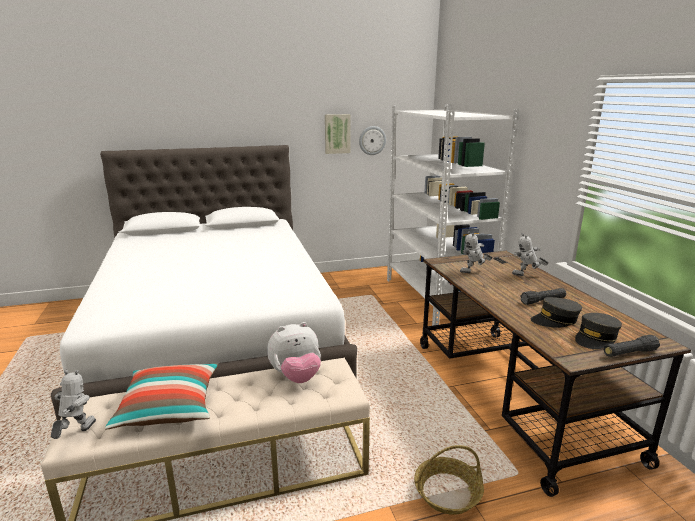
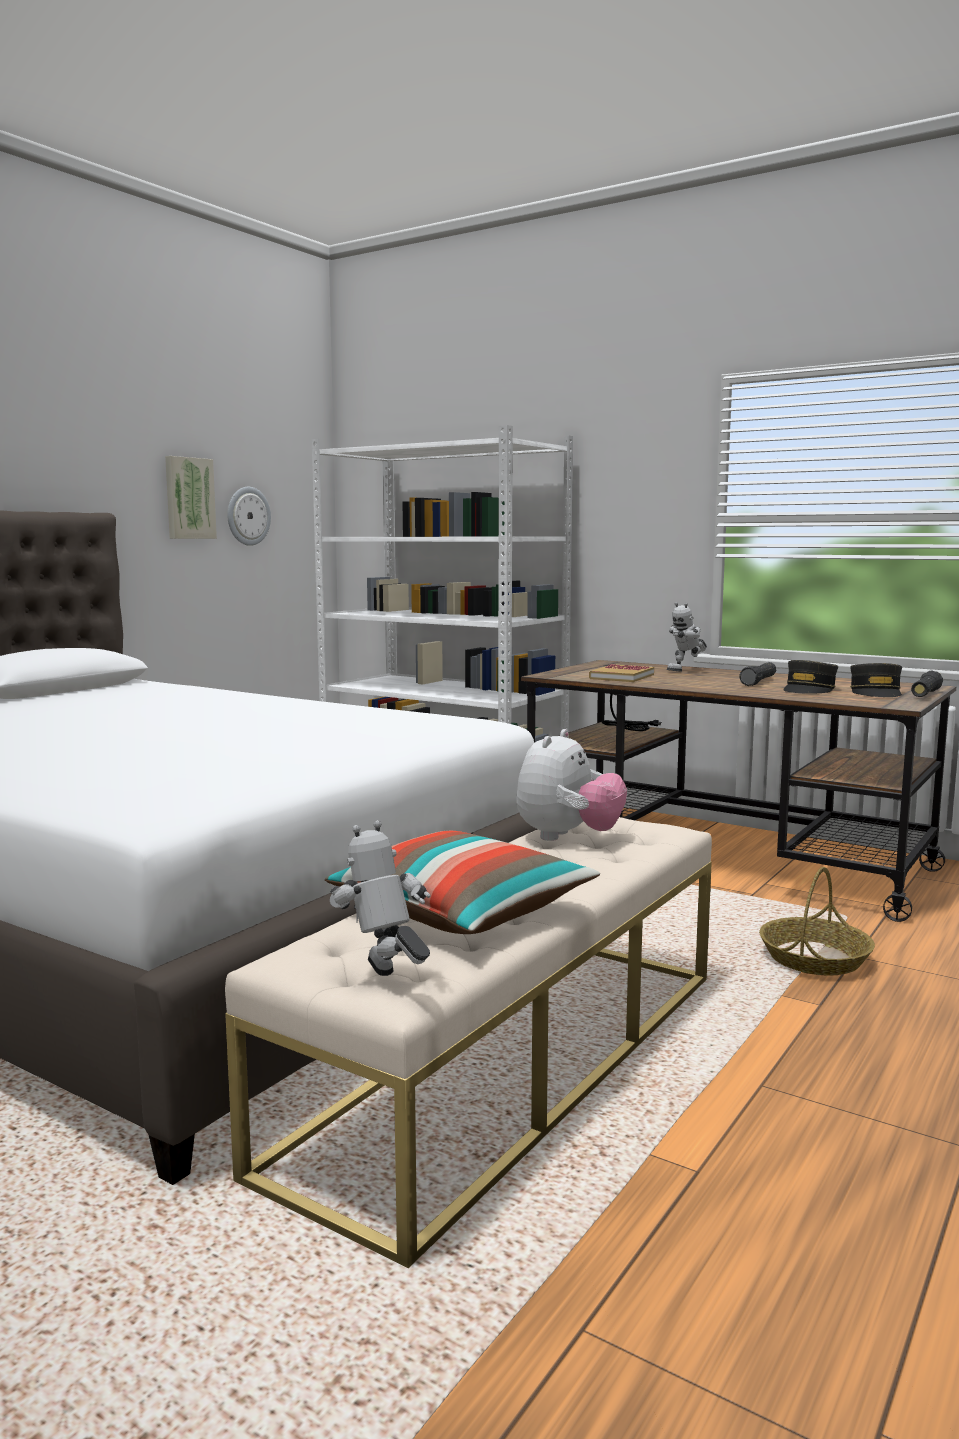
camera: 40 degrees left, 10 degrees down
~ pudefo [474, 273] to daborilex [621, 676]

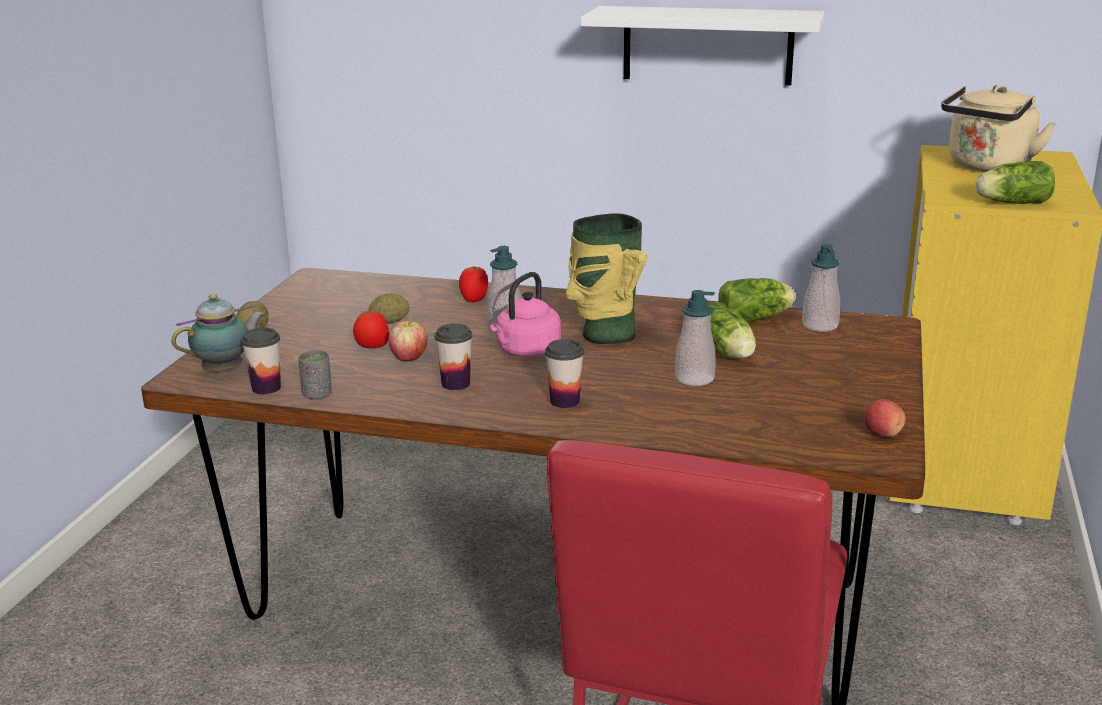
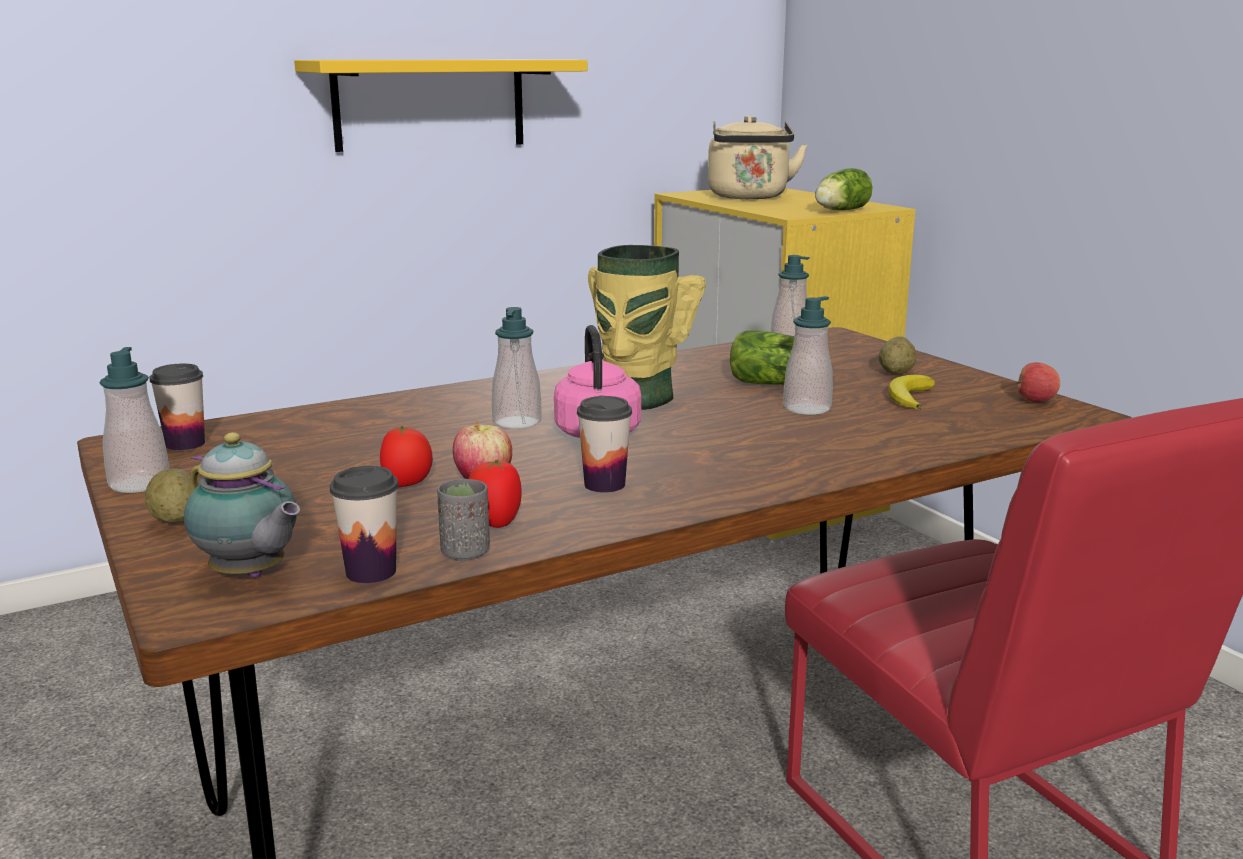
camera: 45 degrees left, 5 degrees down
+ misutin [139, 484]
~ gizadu [565, 401] to [185, 444]
~ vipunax [226, 370] = [250, 575] 120 degrees clockwise
~ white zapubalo [707, 45] to yellow zapubalo [430, 104]
~ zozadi [474, 300] to [495, 523]
~ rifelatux [390, 322] to [896, 372]
+ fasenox [909, 397]
- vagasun [756, 318]

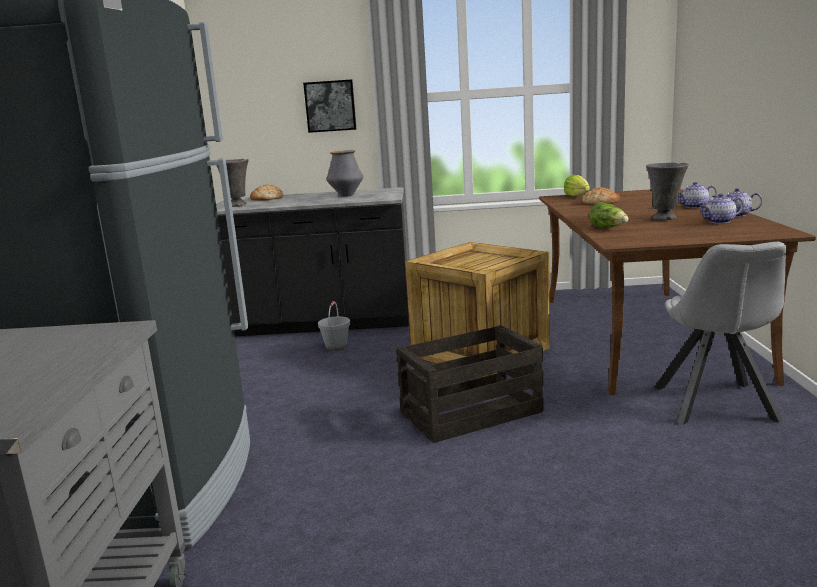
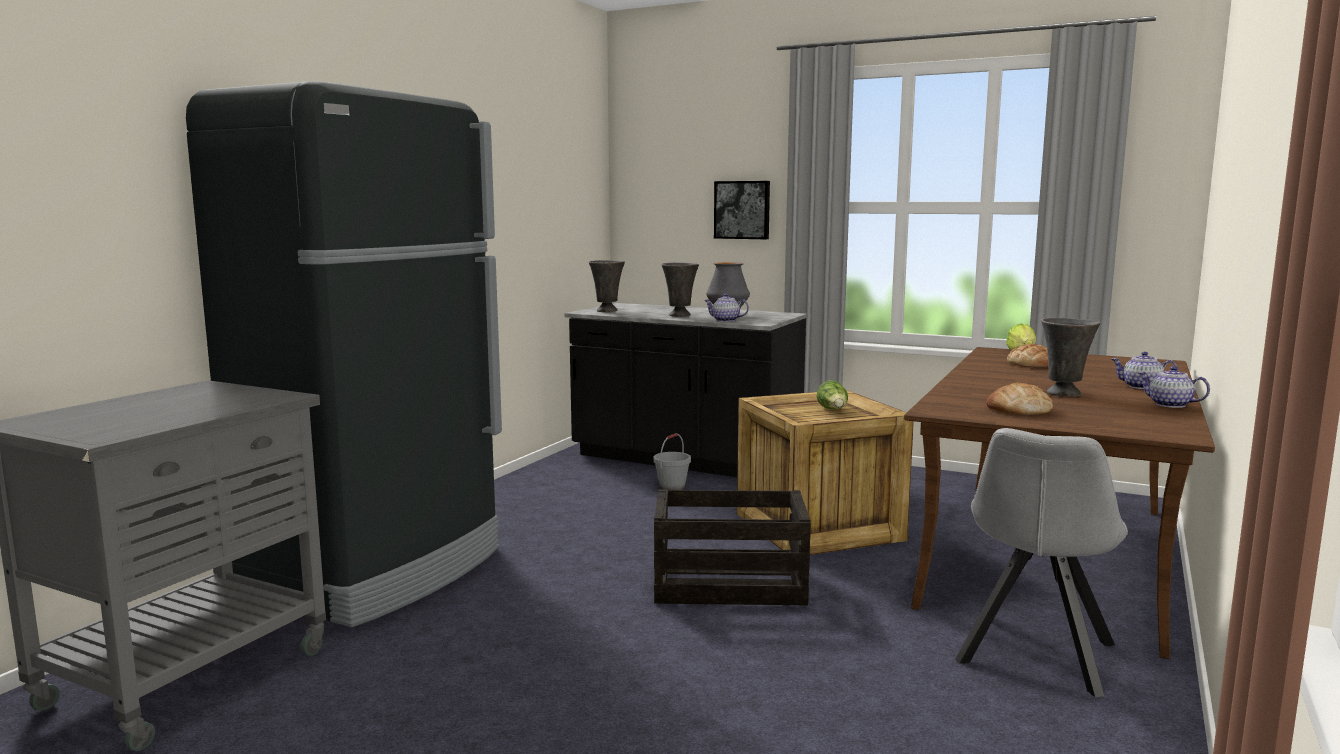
camera: 25 degrees right, 5 degrees down
+ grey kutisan [680, 316]
~ vipunax [719, 221] to [725, 320]
~ vagasun [608, 228] to [833, 410]
~ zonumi [266, 198] to [1018, 409]

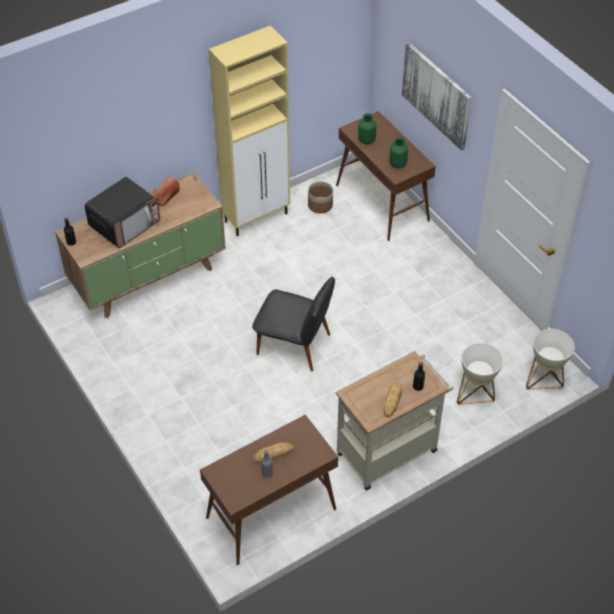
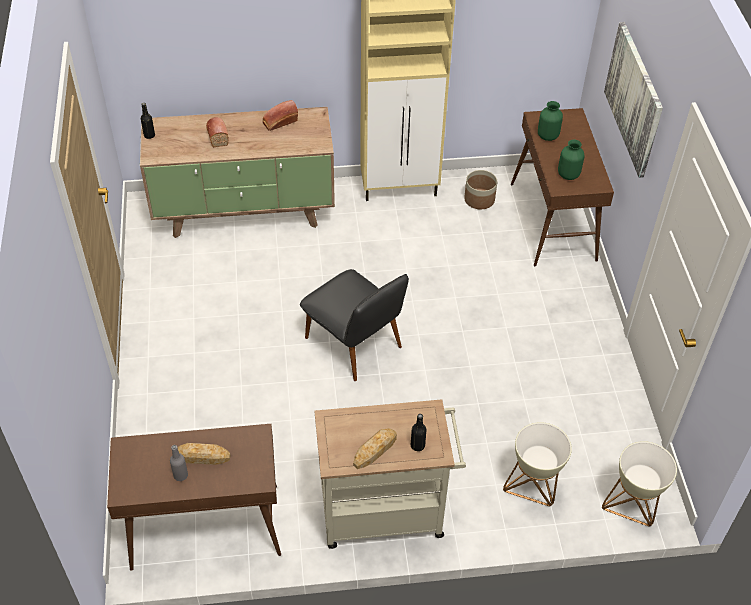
camera: 25 degrees right, 0 degrees up
~ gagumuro [125, 224] to zonumi [217, 136]

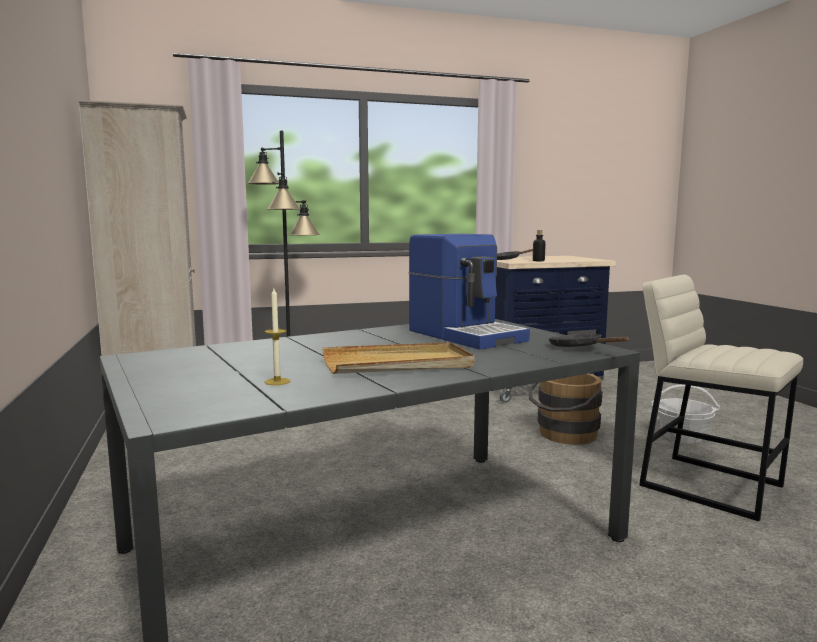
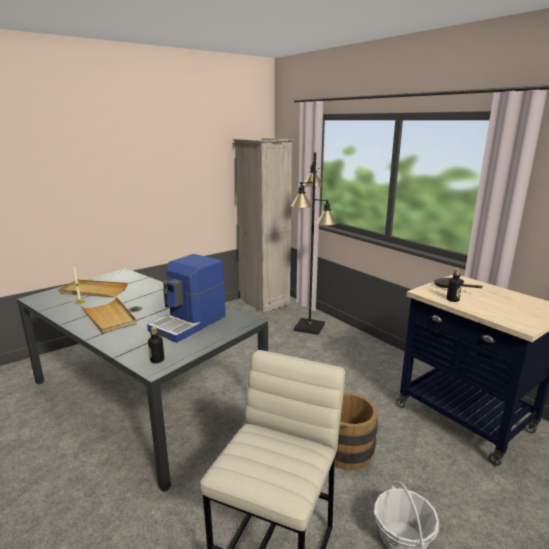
camera: 70 degrees right, 10 degrees up
+ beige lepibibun [93, 291]
~ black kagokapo [579, 348] to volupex [157, 360]

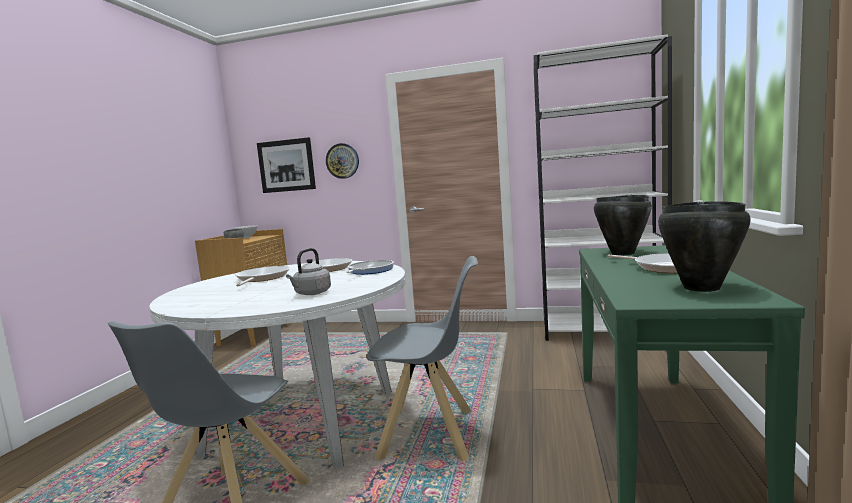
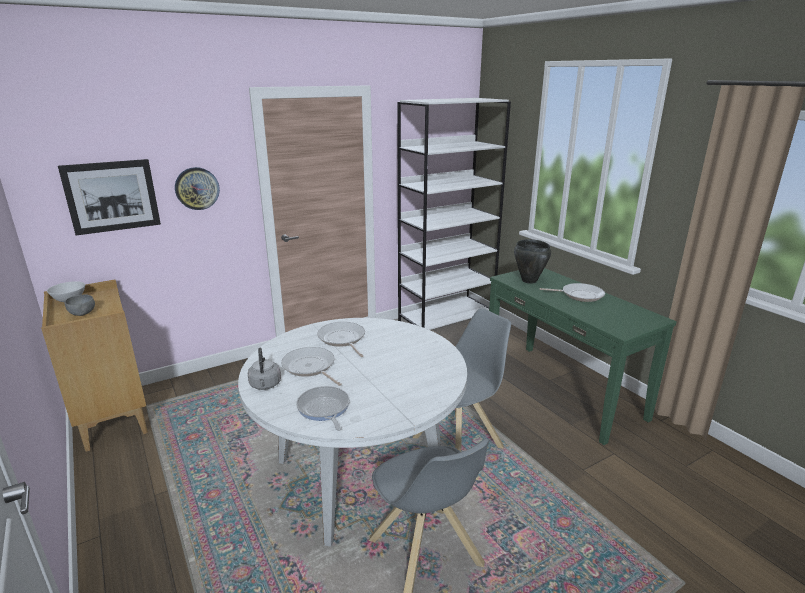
camera: 45 degrees left, 15 degrees up
~ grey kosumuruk [311, 293] to [265, 385]
~ kagokapo [369, 271] to [324, 409]
- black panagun [700, 288]

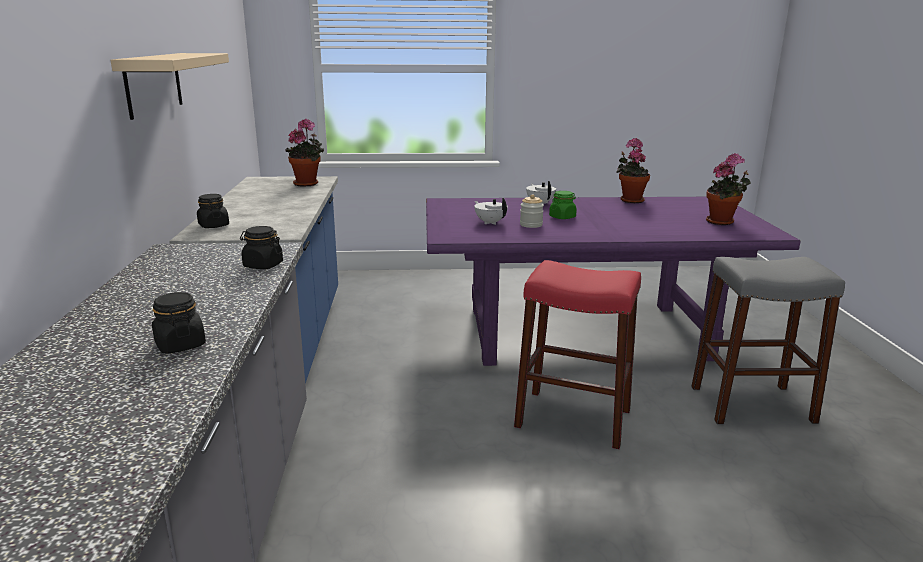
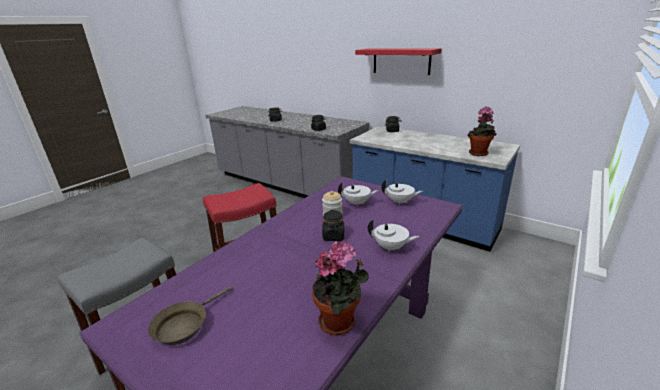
camera: 130 degrees right, 5 degrees up
~ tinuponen [722, 222] to brown kagokapo [184, 325]
~ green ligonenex [562, 217] to black ligonenex [333, 236]
~ beige zapubalo [153, 83] to red zapubalo [401, 61]
+ white vipunax [400, 202]

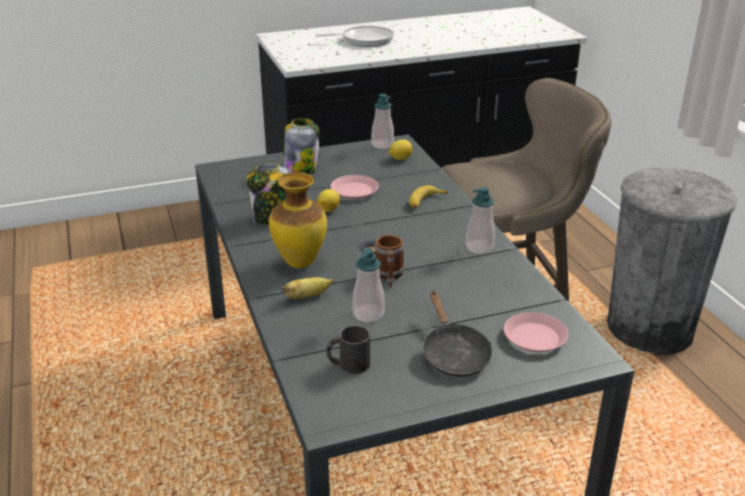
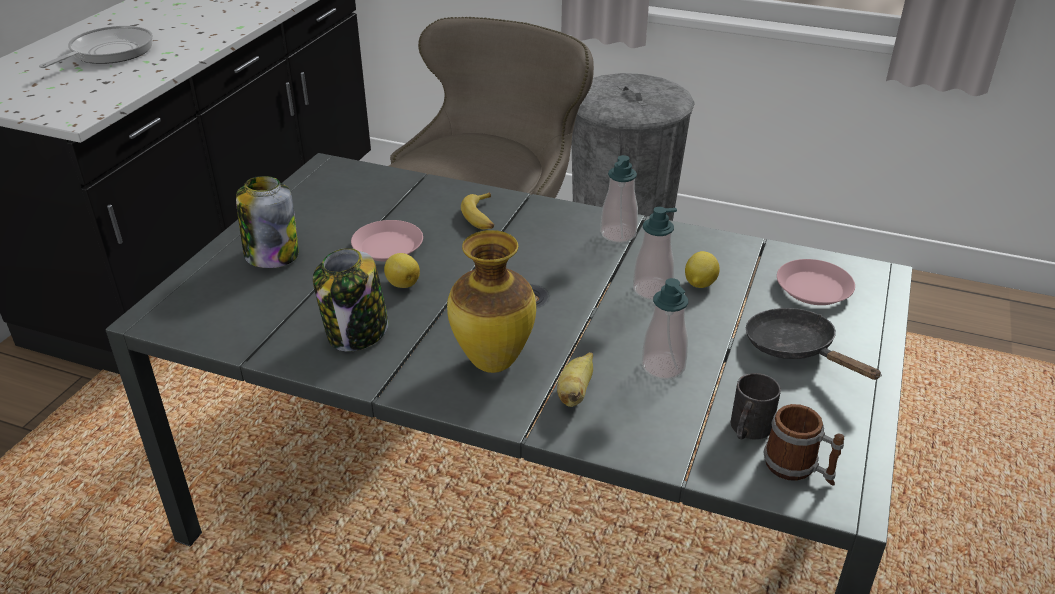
camera: 50 degrees left, 5 degrees up
~ misutin [382, 145] to [652, 290]
~ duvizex [400, 159] to [699, 284]
~ black kagokapo [453, 354] = [796, 349] 150 degrees counterclockwise
~ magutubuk [389, 276] to [798, 469]

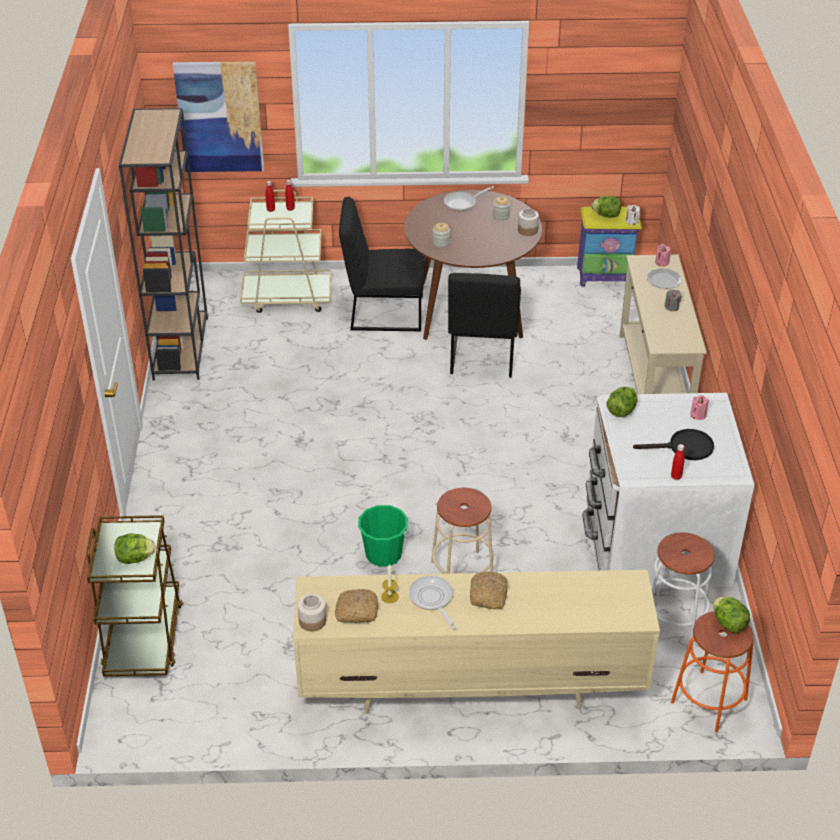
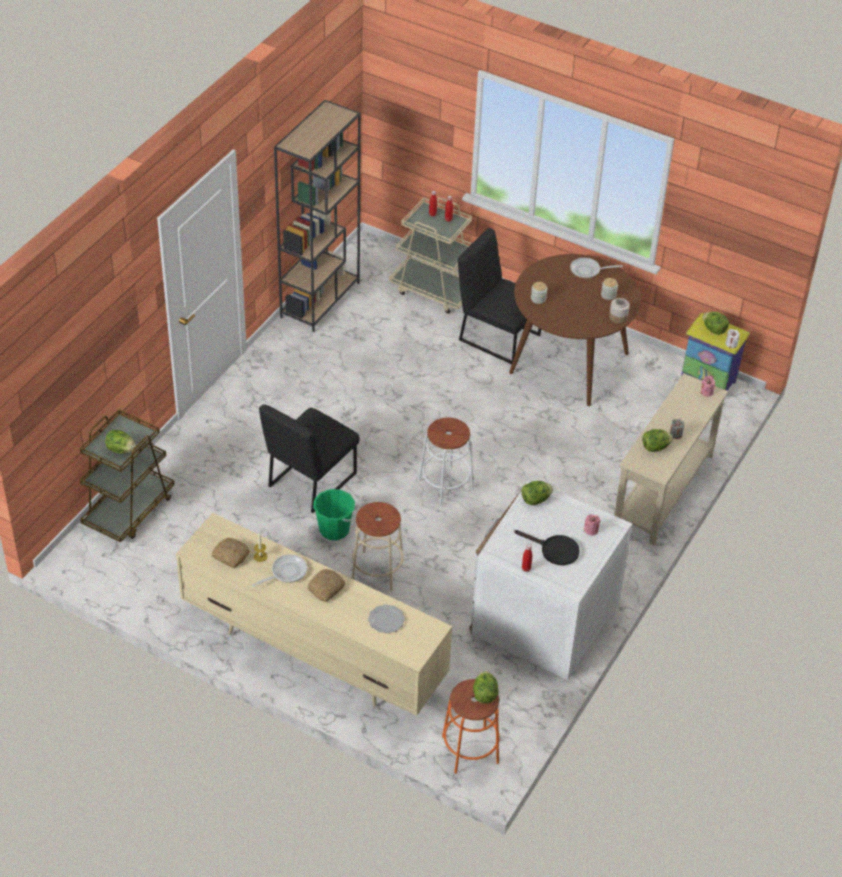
camera: 30 degrees right, 5 degrees up
~ kagokapo [432, 599] = [286, 572] 45 degrees clockwise
~ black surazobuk [482, 355] to [310, 481]
~ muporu [664, 280] to [386, 620]
~ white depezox [674, 620] to [445, 485]
+ vagasun [655, 447]
- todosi [219, 116]
- ligonenex [312, 621]

